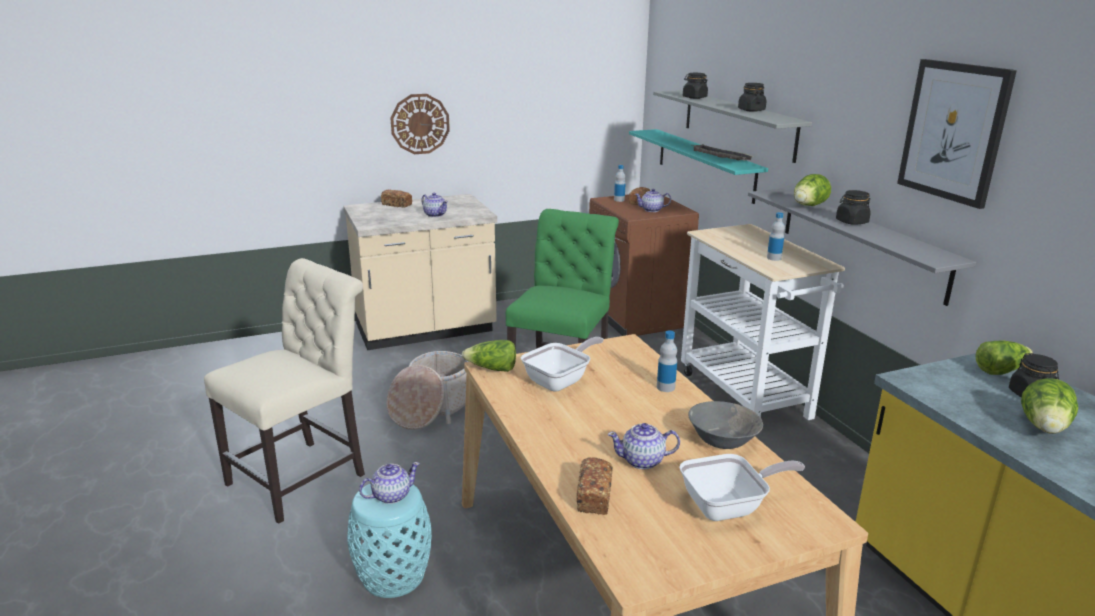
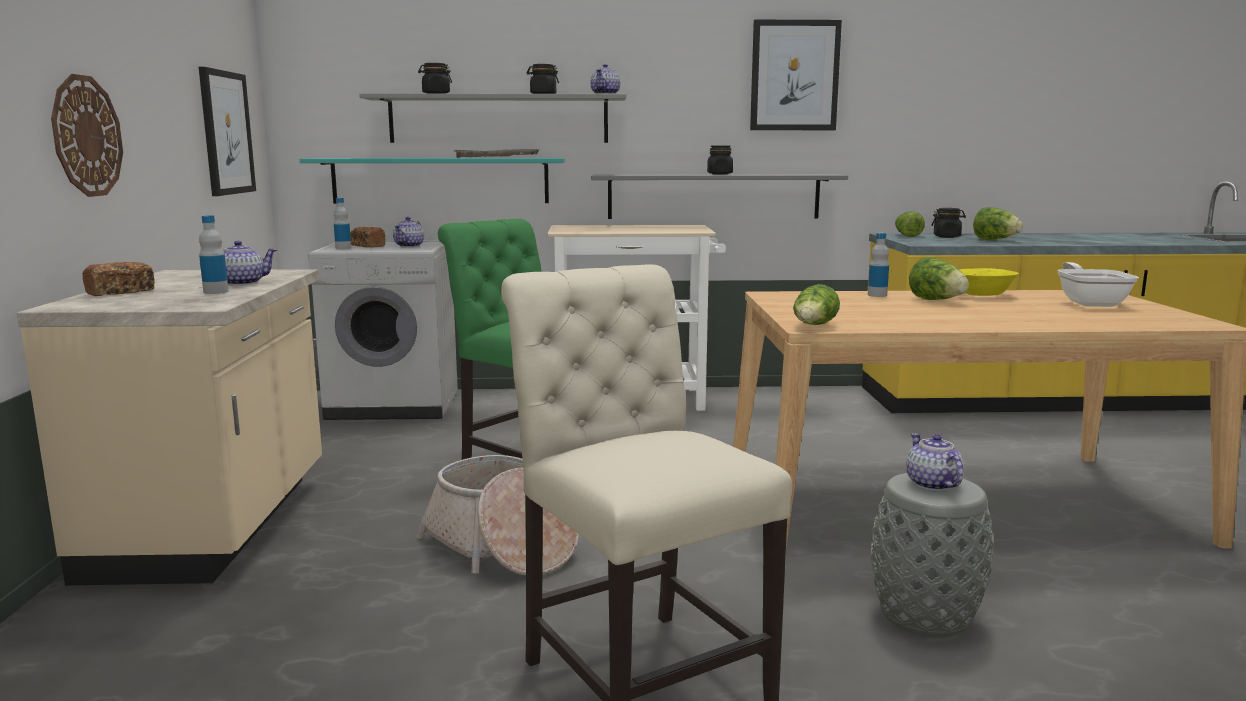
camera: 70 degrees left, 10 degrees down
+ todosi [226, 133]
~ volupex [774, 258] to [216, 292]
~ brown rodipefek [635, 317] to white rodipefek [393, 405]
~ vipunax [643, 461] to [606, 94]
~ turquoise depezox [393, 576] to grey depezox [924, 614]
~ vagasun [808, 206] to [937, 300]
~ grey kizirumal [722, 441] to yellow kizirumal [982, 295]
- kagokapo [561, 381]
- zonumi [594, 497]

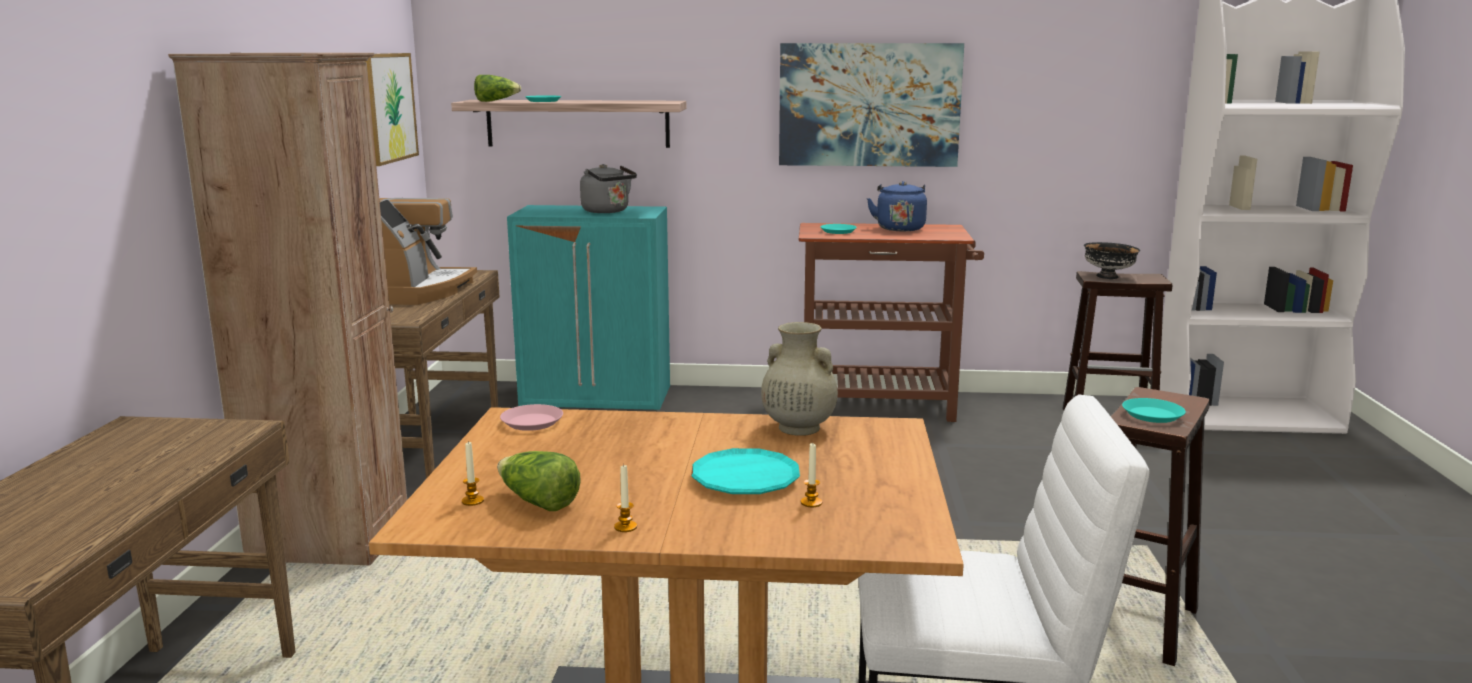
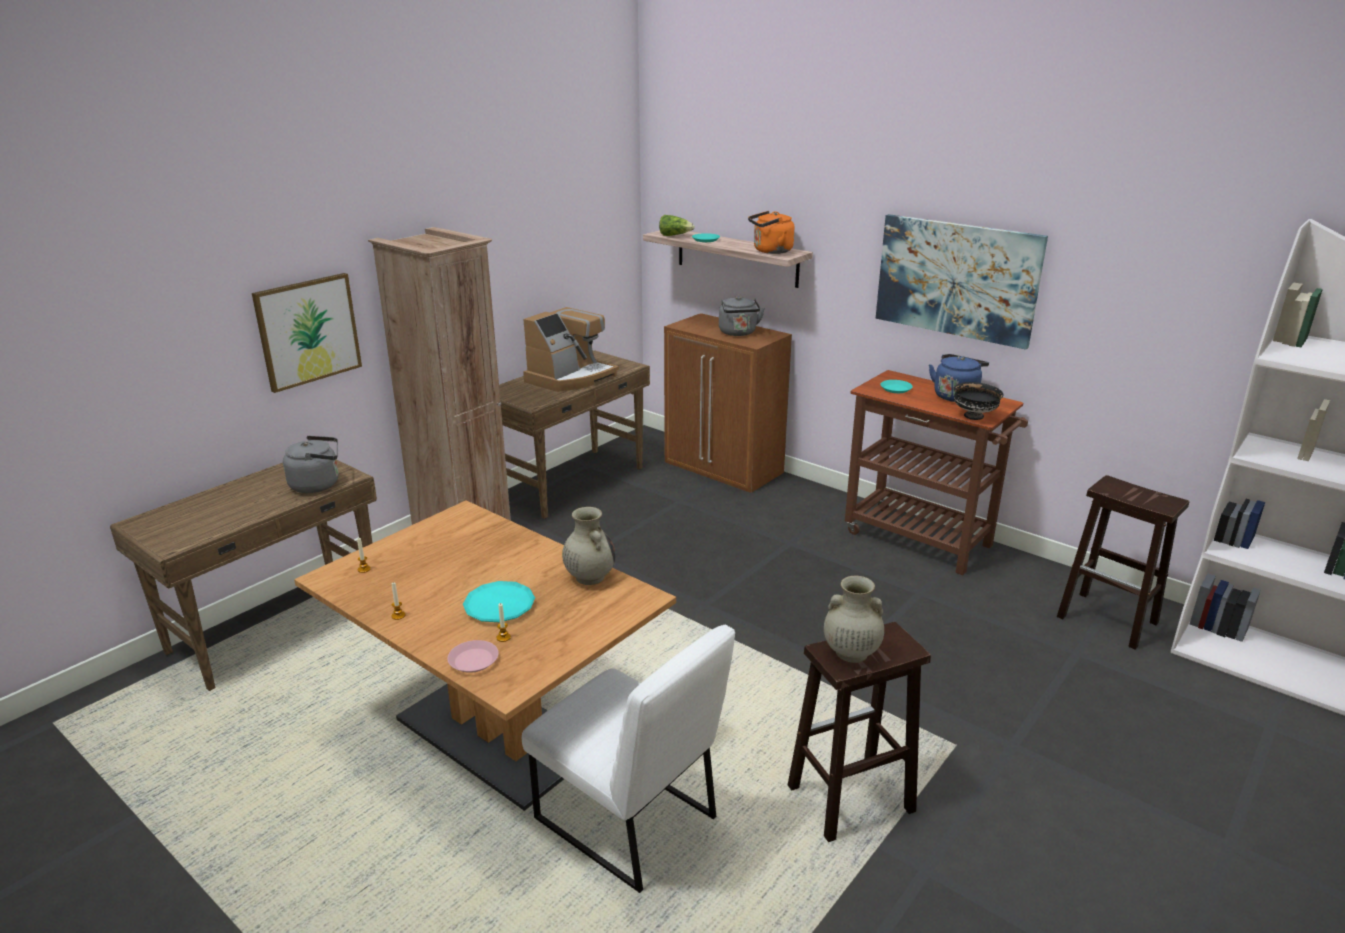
camera: 35 degrees right, 10 degrees up
~ todosi [388, 107] to [308, 331]
+ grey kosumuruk [318, 484]
~ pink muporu [531, 422] to [473, 660]
~ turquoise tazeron [597, 395] to brown tazeron [724, 467]
+ orange kosumuruk [770, 251]
~ turquoise muporu [1152, 415] to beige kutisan [850, 653]
~ black kizirumal [1108, 277] to [974, 416]
- vagasun [538, 502]

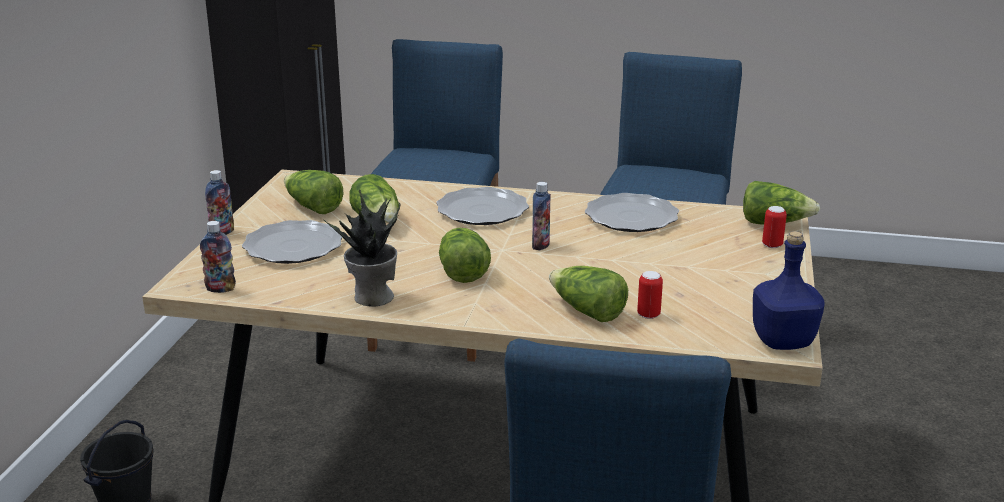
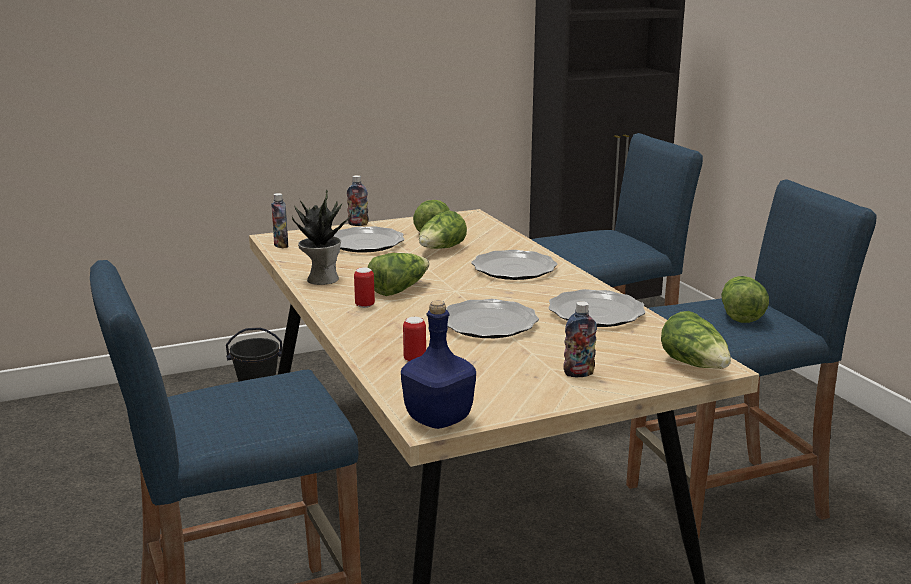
camera: 55 degrees right, 5 degrees down
~ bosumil [772, 245] to [365, 305]
+ muporu [488, 323]
~ volupex [540, 245] to [578, 373]
~ vagasun [587, 311] to [740, 314]

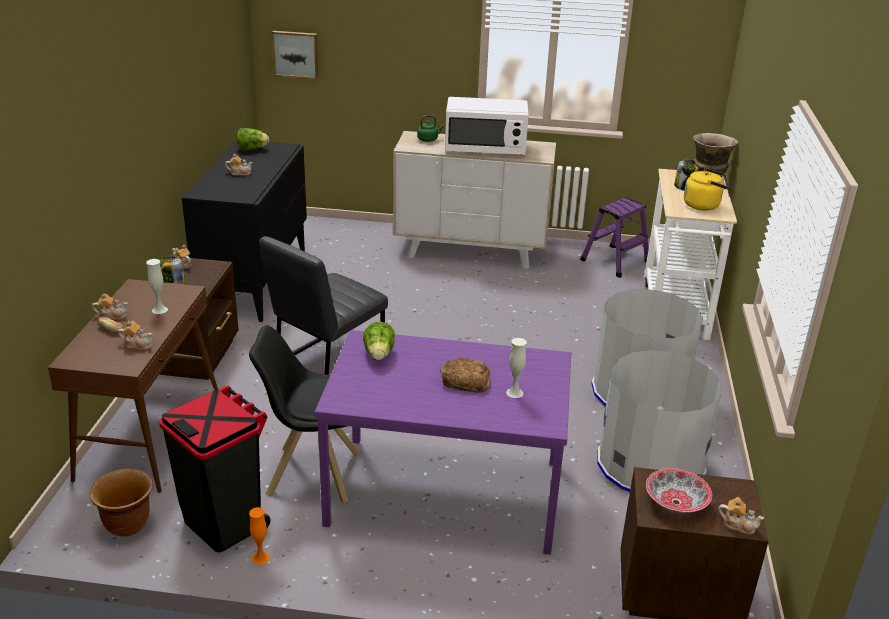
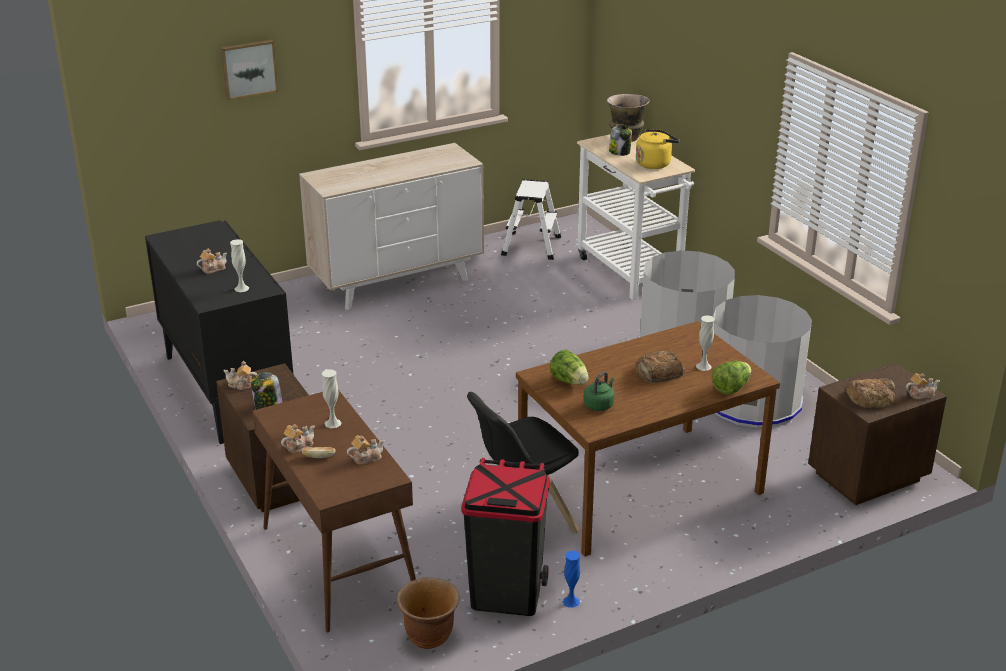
camera: 35 degrees left, 0 degrees up
~ todosi [296, 54] to [248, 69]
+ white kutisan [241, 288]
~ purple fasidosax [615, 261] to white fasidosax [531, 246]
~ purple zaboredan [443, 493] to brown zaboredan [639, 489]
~ orange kutisan [260, 558] to blue kutisan [571, 601]
~ green kosumuruk [428, 139] to [599, 405]
~ vagasun [252, 149] to [731, 388]
~ kizirumal [676, 502] to zonumi [871, 397]
- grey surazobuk [327, 360]
- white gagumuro [485, 149]

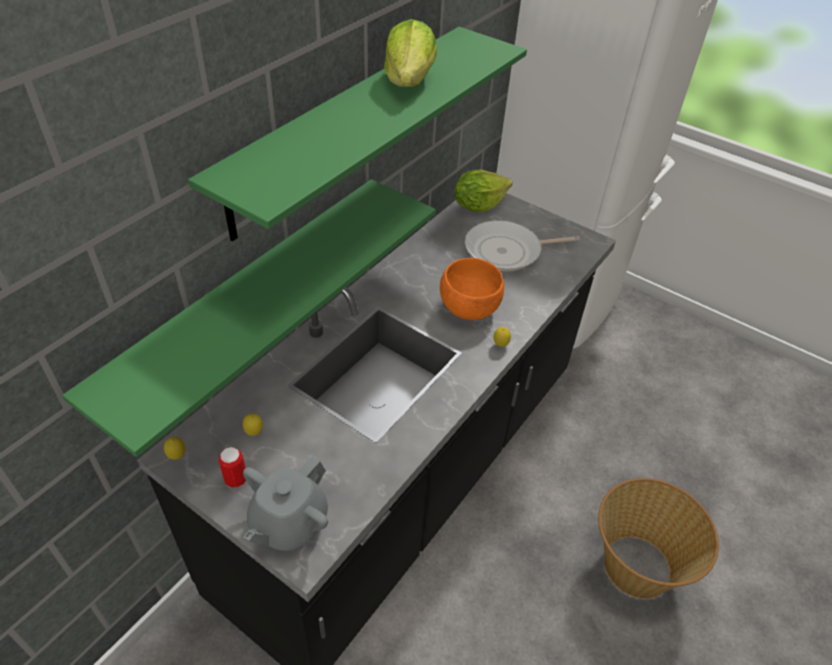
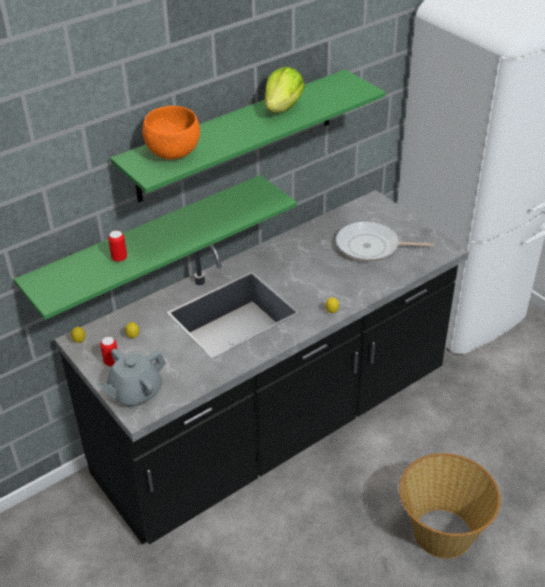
camera: 20 degrees right, 5 degrees down
+ bosumil [119, 258]
~ orange kizirumal [468, 309] to [172, 153]
- vagasun [478, 205]

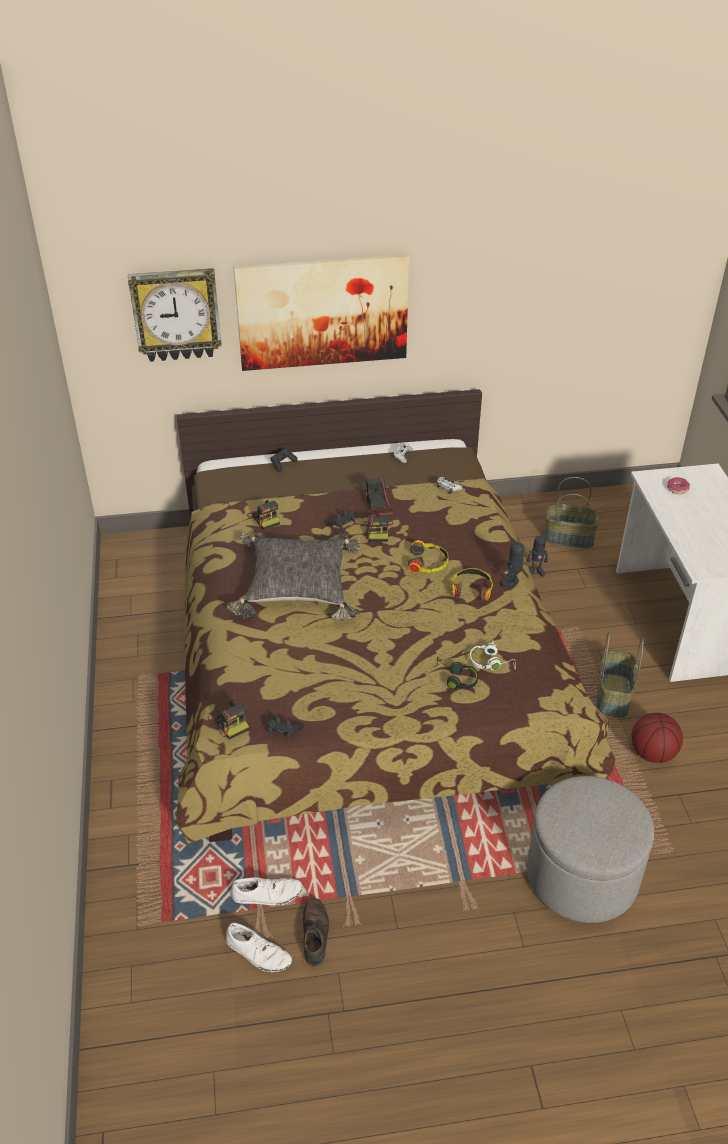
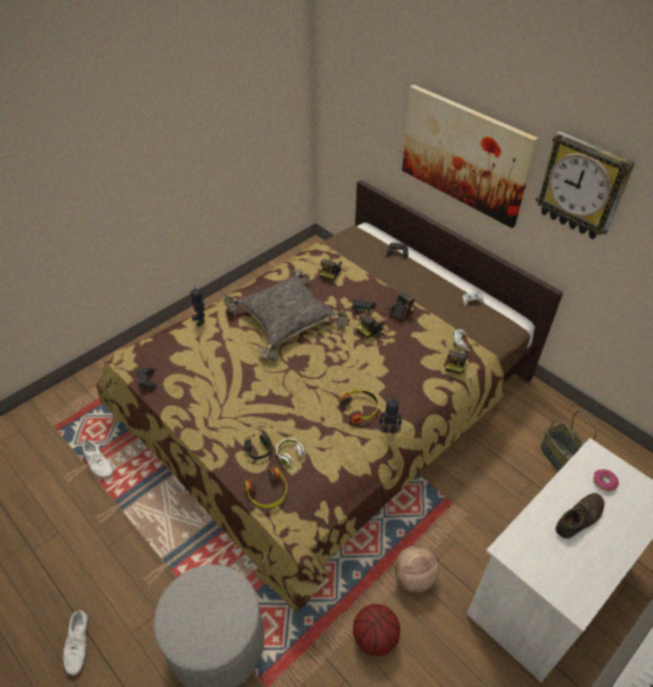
camera: 55 degrees right, 5 degrees up
~ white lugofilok [258, 952] to [78, 645]
~ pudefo [535, 571] to [200, 320]
~ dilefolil [428, 563] to [268, 492]
~ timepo [614, 696] to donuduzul [414, 578]
~ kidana [229, 721] to [457, 362]
~ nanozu [176, 314] to [582, 186]
~ brown lugofilok [315, 934] to [579, 518]

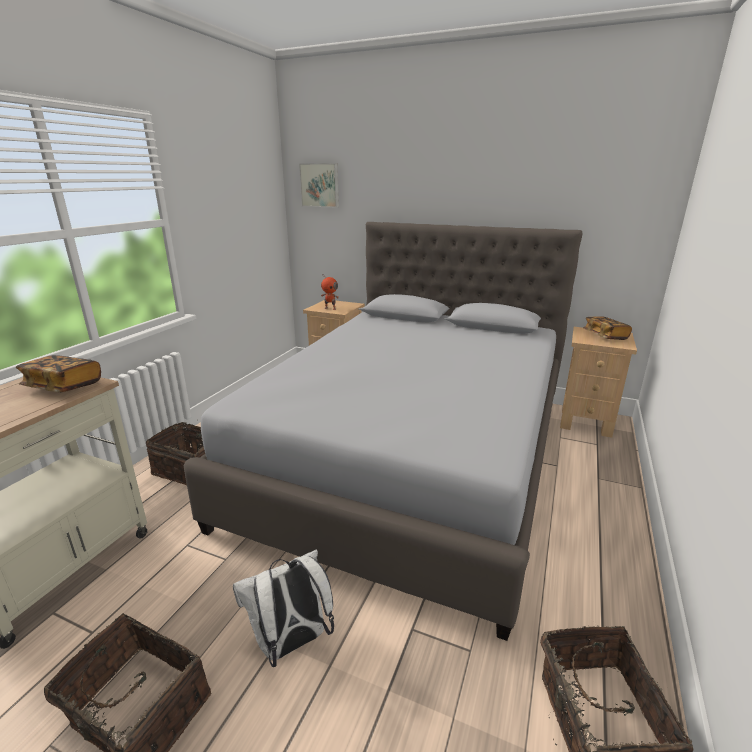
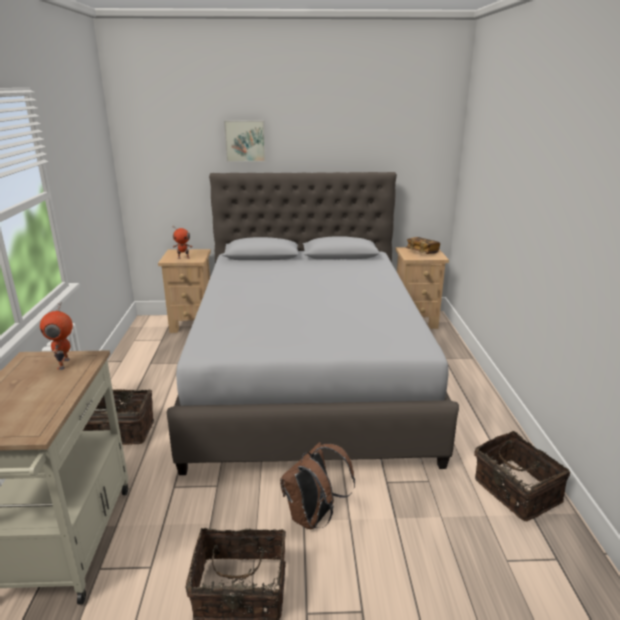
camera: 25 degrees left, 0 degrees up
~ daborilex [63, 386] to pudefo [65, 364]
~ todosi [320, 185] to [245, 140]
~ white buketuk [291, 643] to brown buketuk [314, 517]

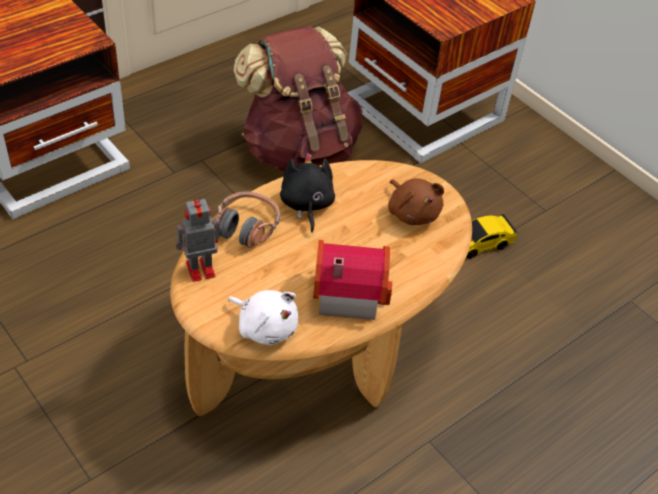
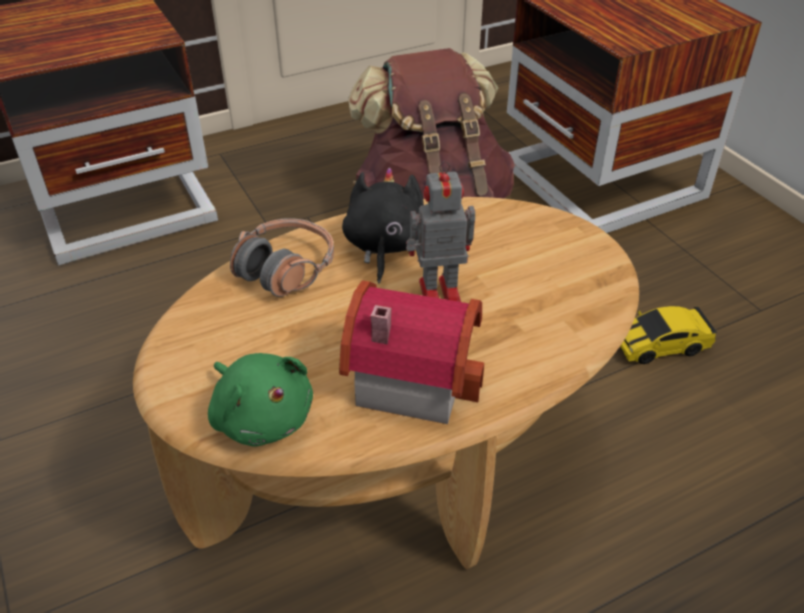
camera: 15 degrees right, 5 degrees down
~ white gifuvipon [265, 327] to green gifuvipon [262, 417]
~ pudefo [198, 269] to [436, 292]
- brown gifuvipon [412, 212]

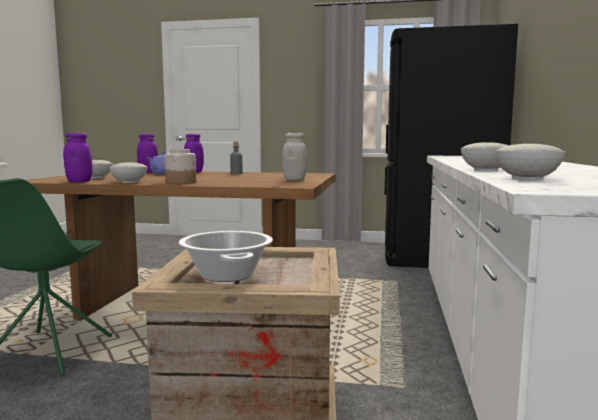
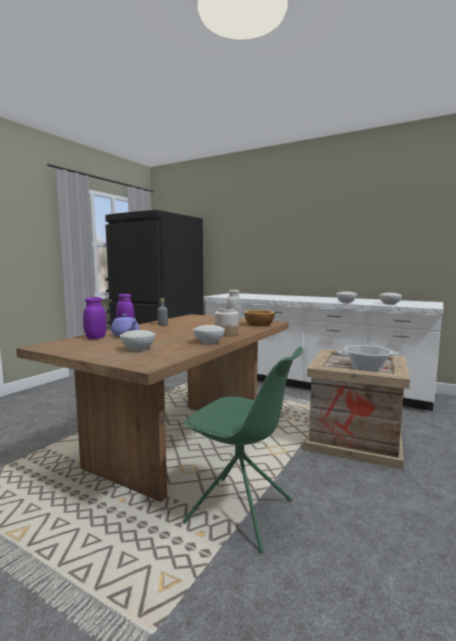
camera: 70 degrees left, 0 degrees up
+ kizirumal [258, 324]
- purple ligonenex [79, 181]

